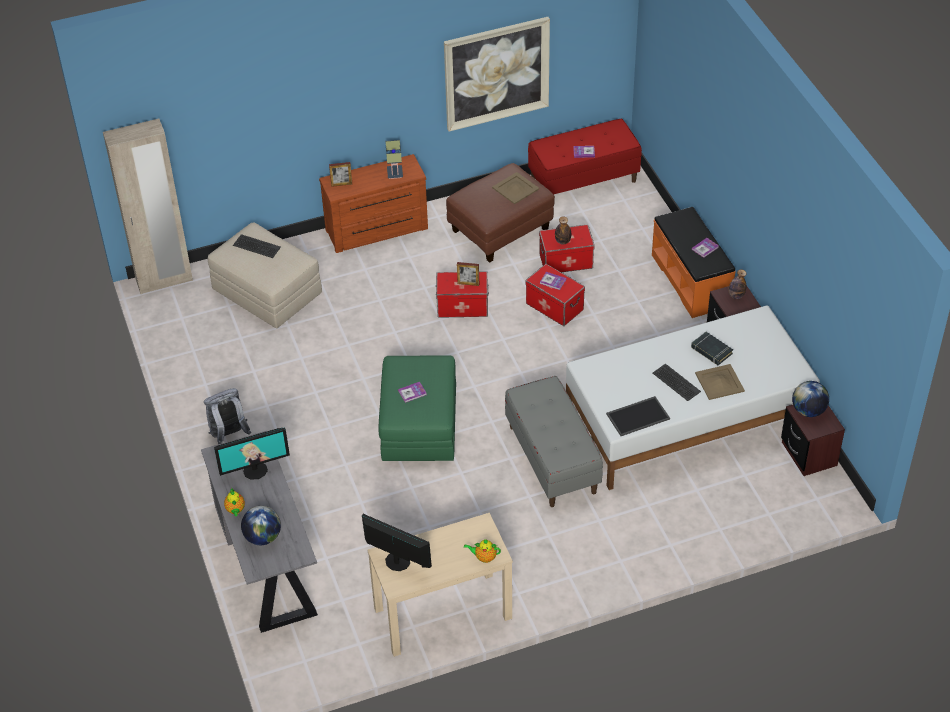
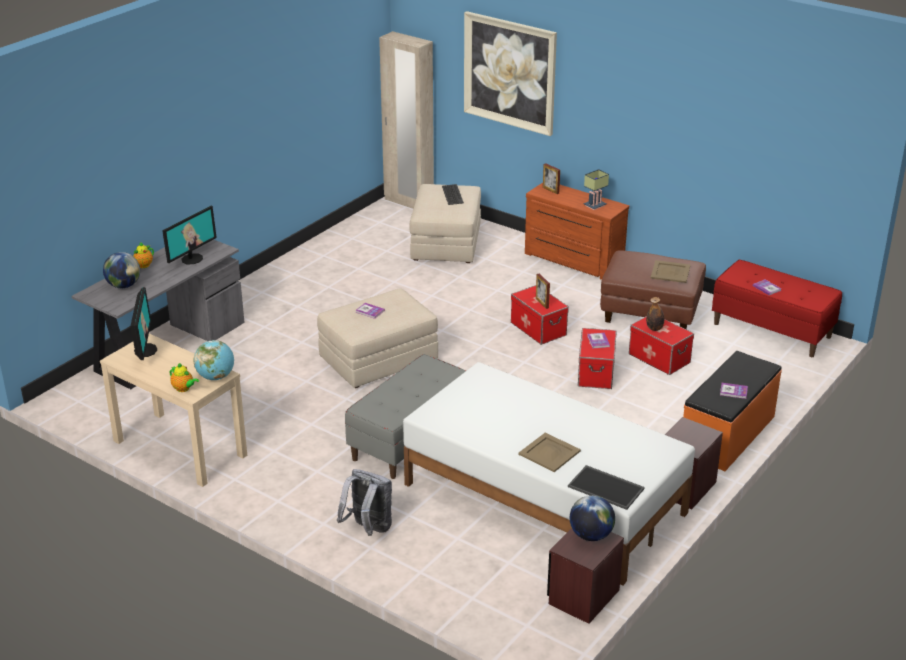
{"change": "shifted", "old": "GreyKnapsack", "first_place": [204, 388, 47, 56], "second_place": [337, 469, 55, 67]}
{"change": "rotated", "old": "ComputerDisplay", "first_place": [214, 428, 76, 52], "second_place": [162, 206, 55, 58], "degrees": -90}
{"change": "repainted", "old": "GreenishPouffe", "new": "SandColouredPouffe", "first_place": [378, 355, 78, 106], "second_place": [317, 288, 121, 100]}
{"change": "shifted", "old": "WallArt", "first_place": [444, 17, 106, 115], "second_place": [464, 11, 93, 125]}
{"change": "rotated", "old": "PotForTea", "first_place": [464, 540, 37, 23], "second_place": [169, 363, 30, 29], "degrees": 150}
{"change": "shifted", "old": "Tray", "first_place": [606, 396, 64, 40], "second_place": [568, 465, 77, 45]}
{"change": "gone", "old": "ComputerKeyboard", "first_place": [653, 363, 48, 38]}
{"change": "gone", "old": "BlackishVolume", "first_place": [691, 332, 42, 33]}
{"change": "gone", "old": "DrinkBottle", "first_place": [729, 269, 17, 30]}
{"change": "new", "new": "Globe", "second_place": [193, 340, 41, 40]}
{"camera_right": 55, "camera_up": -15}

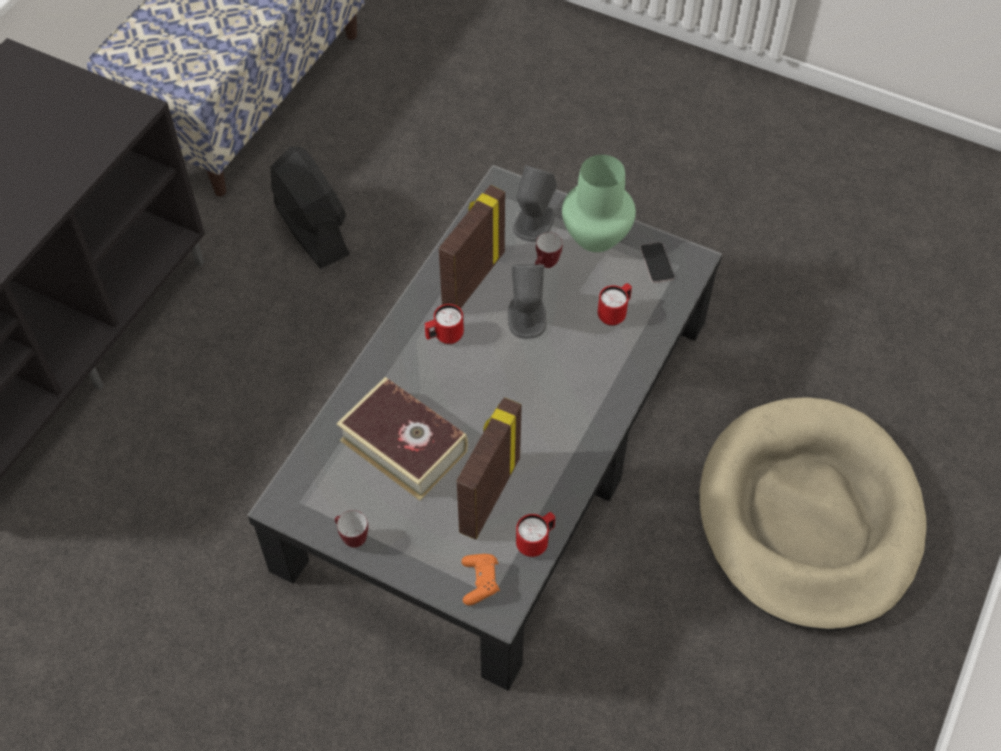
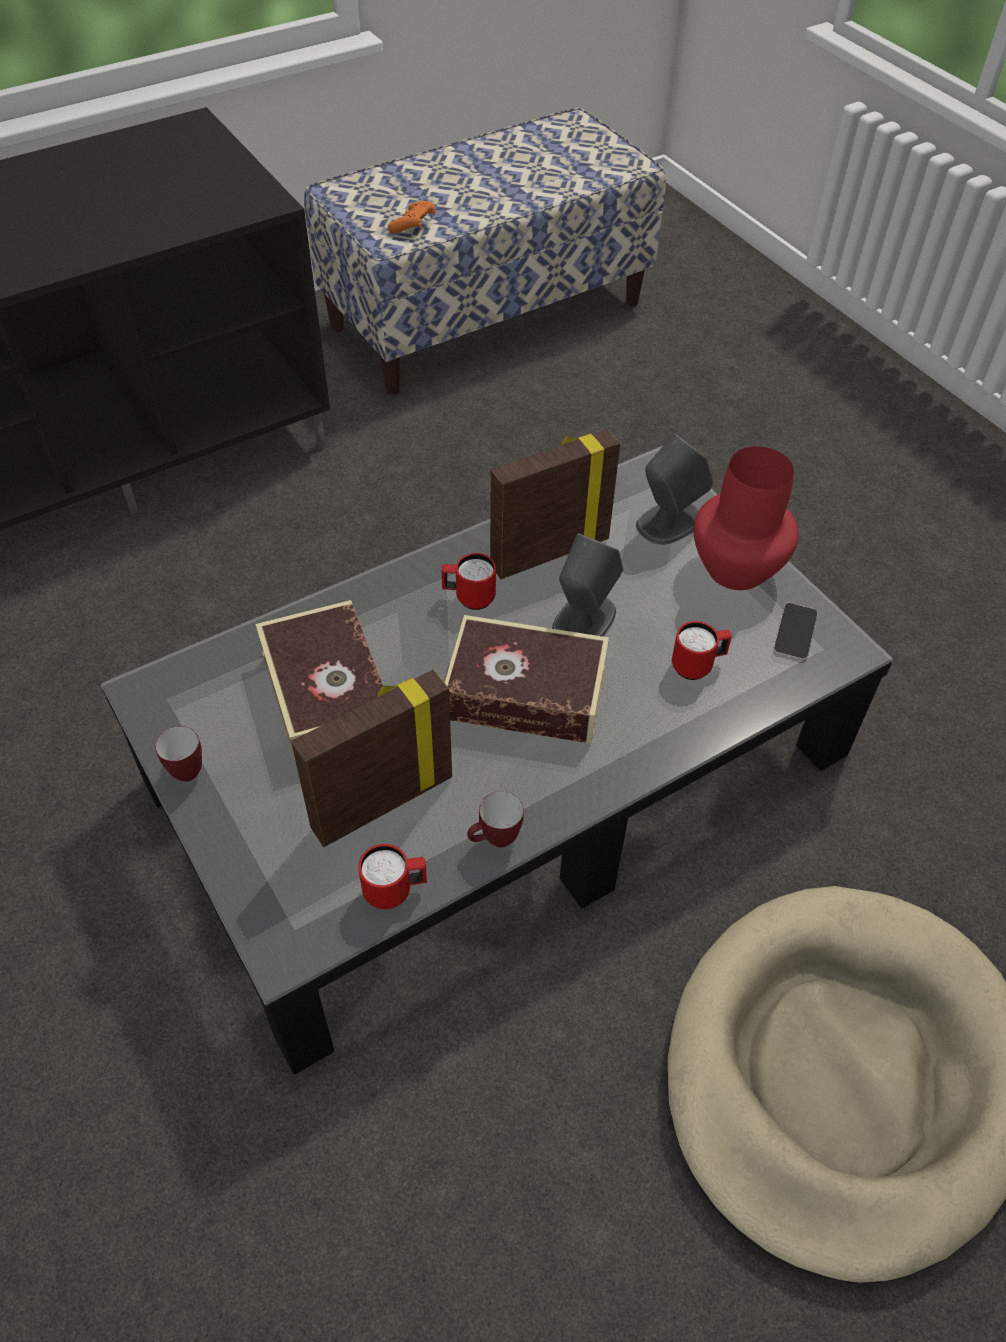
{"change": "gone", "old": "BlackishCoolingFan", "first_place": [270, 147, 80, 121]}
{"change": "shifted", "old": "OrangeGameController", "first_place": [461, 554, 39, 52], "second_place": [388, 201, 48, 33]}
{"change": "shifted", "old": "CoffeeMug", "first_place": [535, 232, 27, 36], "second_place": [467, 791, 57, 56]}
{"change": "repainted", "old": "GreenishFlowerVase", "new": "RedFlowerVase", "first_place": [562, 155, 74, 97], "second_place": [693, 447, 106, 143]}
{"change": "new", "new": "Volume", "second_place": [445, 615, 164, 129]}
{"camera_right": 30, "camera_up": -5}

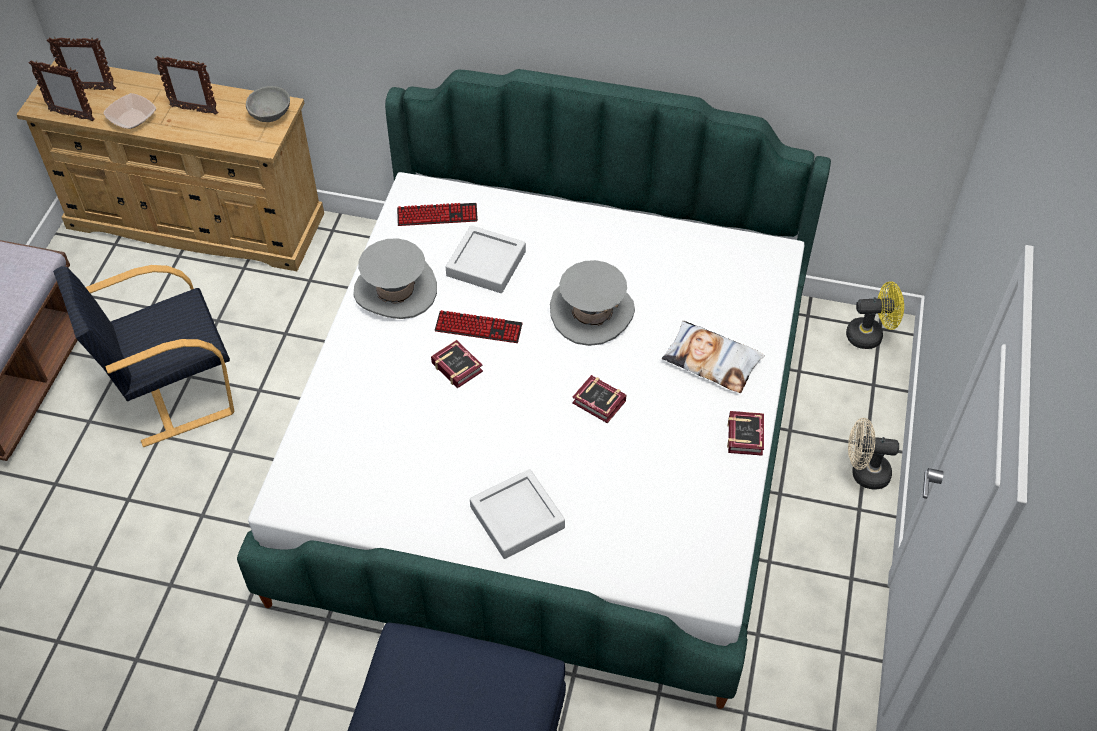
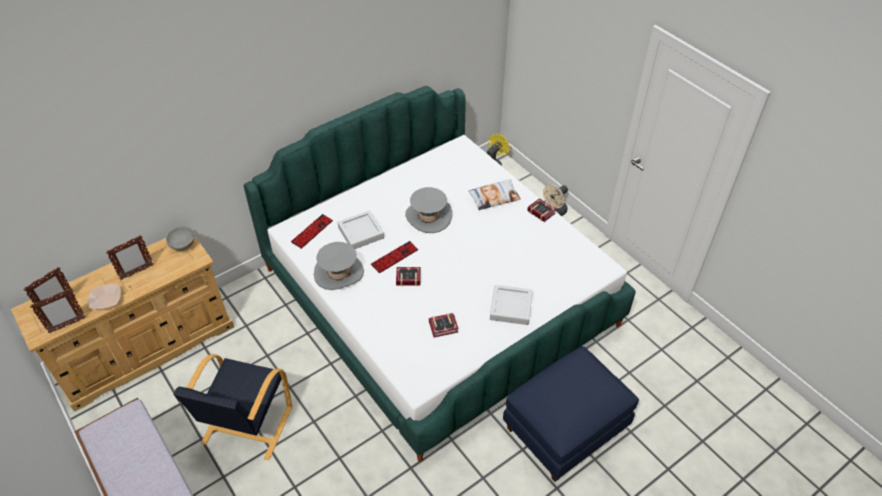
{"change": "shifted", "old": "Volume", "first_place": [572, 375, 54, 48], "second_place": [429, 313, 30, 25]}
{"camera_right": -50, "camera_up": -5}

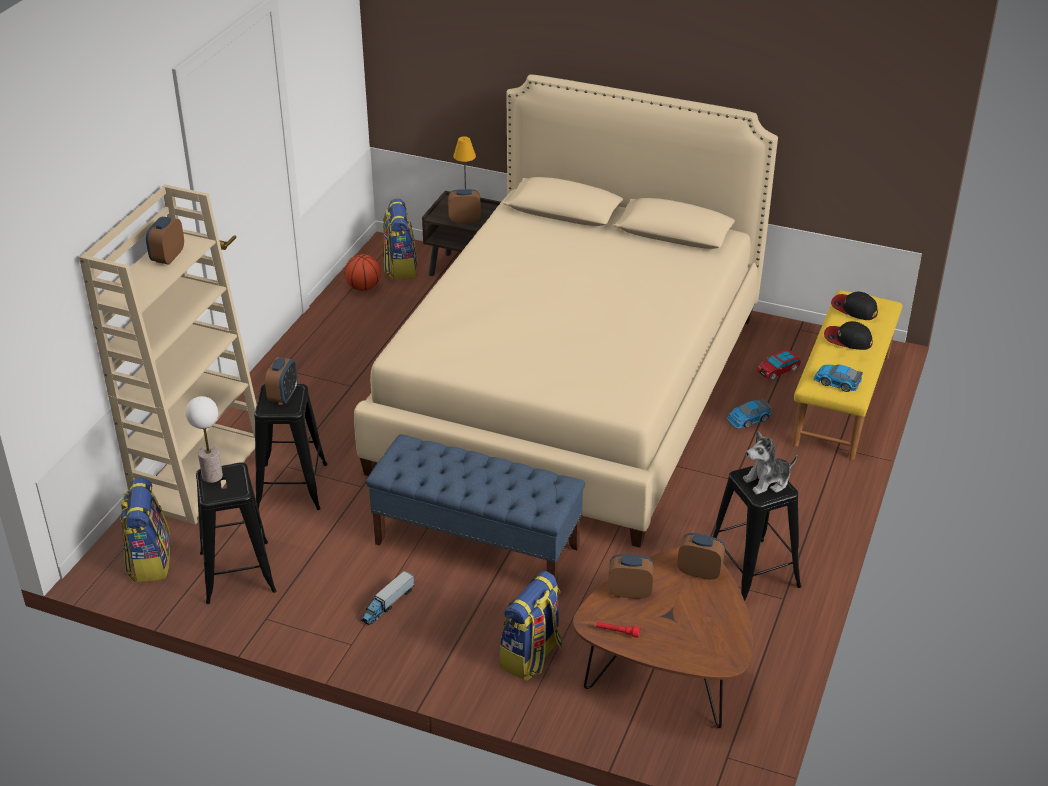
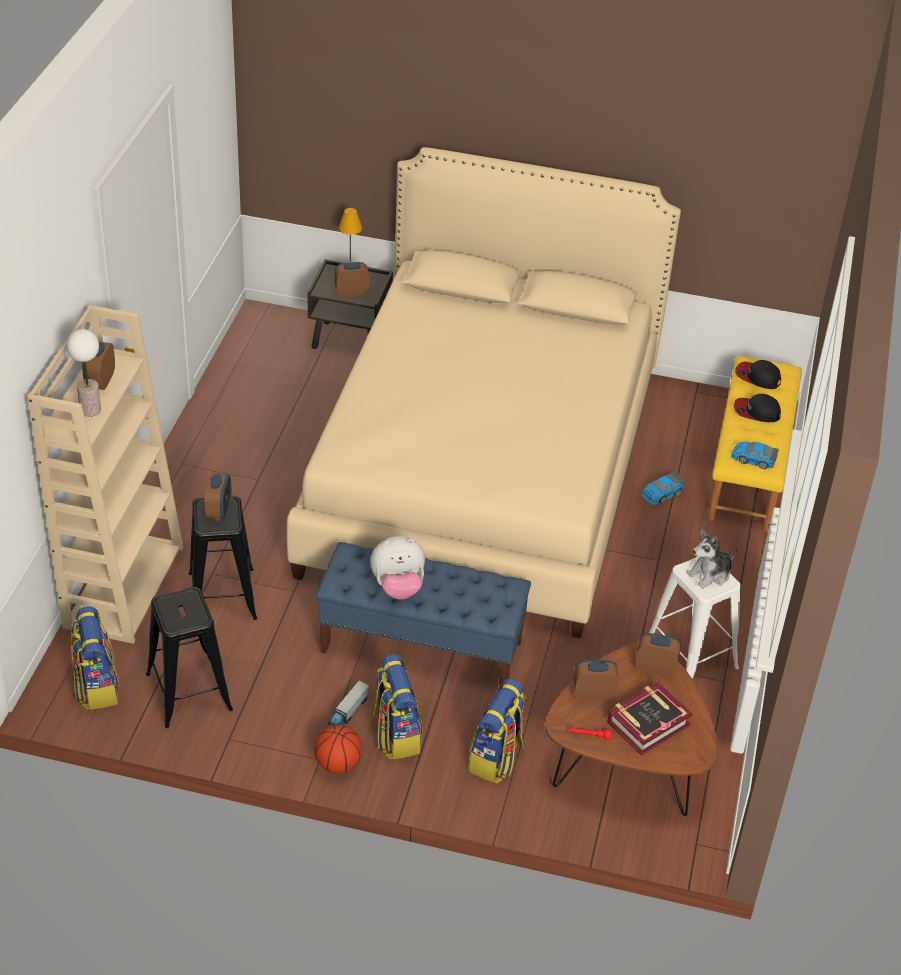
{"change": "shifted", "old": "TableLamp", "first_place": [186, 396, 37, 87], "second_place": [66, 329, 35, 88]}
{"change": "shifted", "old": "Basketball", "first_place": [344, 254, 37, 37], "second_place": [315, 725, 47, 49]}
{"change": "shifted", "old": "Knapsack", "first_place": [383, 198, 35, 82], "second_place": [370, 654, 53, 106]}
{"change": "repainted", "old": "BlackishStoolSeat", "new": "WhiteColouredStoolSeat", "first_place": [713, 466, 88, 135], "second_place": [649, 557, 92, 122]}
{"change": "gone", "old": "MiniatureCar", "first_place": [757, 349, 44, 31]}
{"change": "new", "new": "PlushToy", "second_place": [370, 536, 55, 64]}
{"change": "new", "new": "Volume", "second_place": [607, 682, 86, 73]}
{"camera_right": -10, "camera_up": 5}

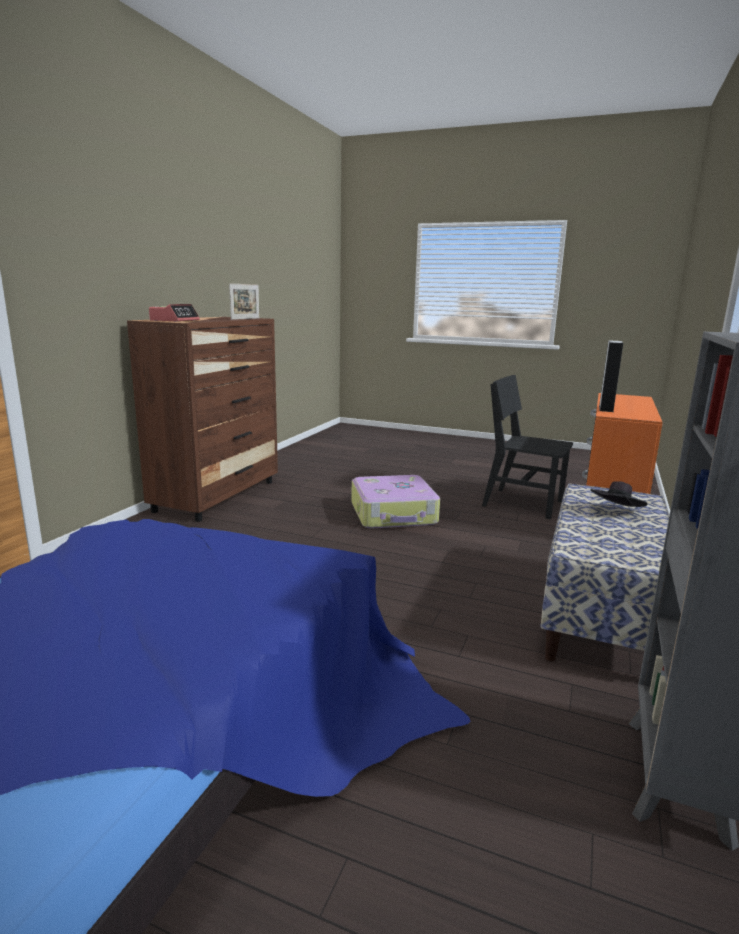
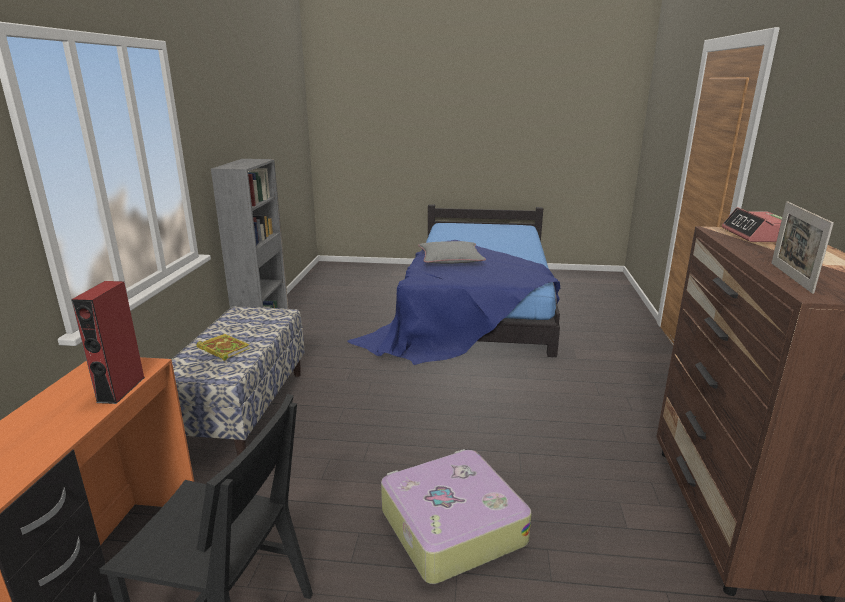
{"change": "swapped", "old": "BlackishClothingHat", "new": "Volume", "first_place": [590, 481, 58, 26], "second_place": [196, 334, 54, 27]}
{"change": "repainted", "old": "GreySpeaker", "new": "RedSpeaker", "first_place": [599, 340, 24, 72], "second_place": [71, 281, 74, 123]}
{"change": "new", "new": "GreyThrowPillow", "second_place": [418, 241, 68, 23]}
{"camera_right": 165, "camera_up": 5}

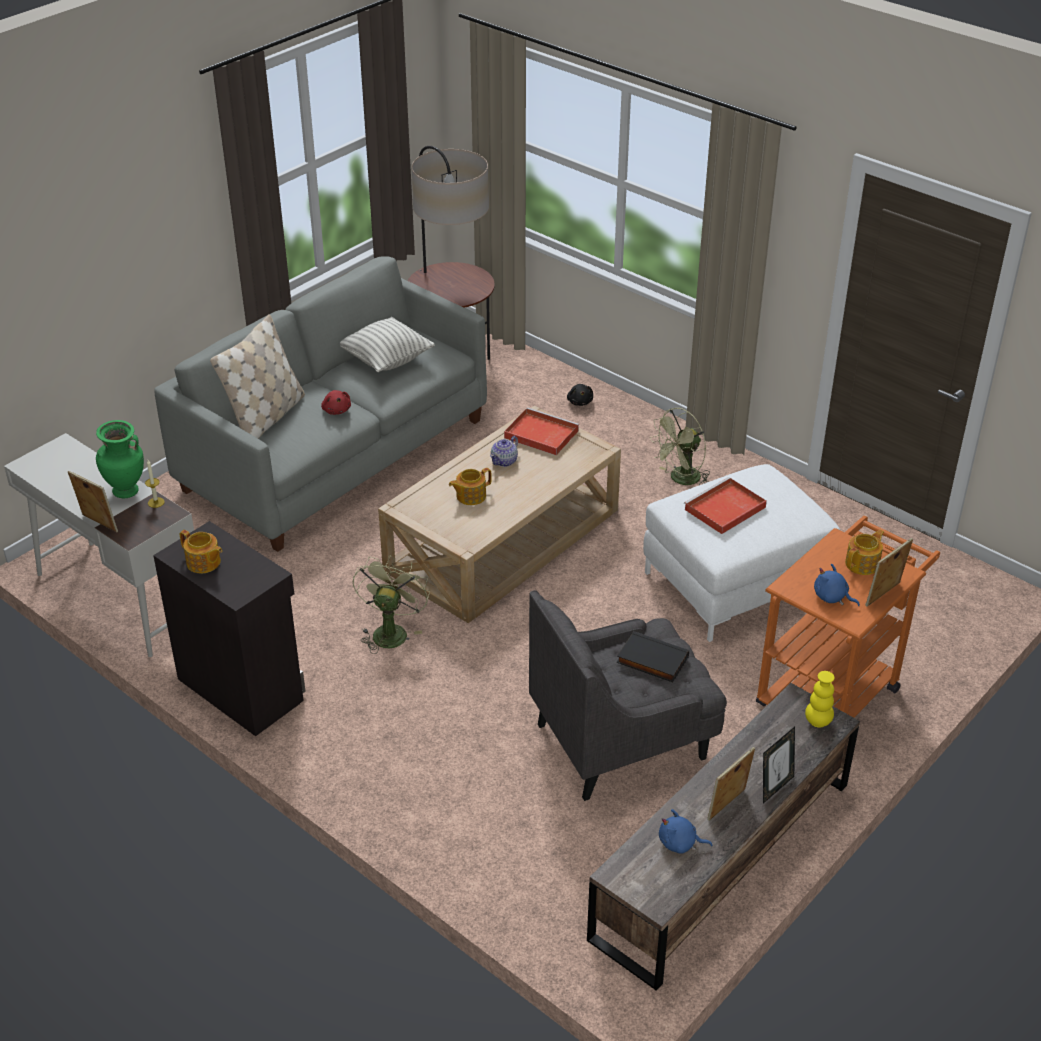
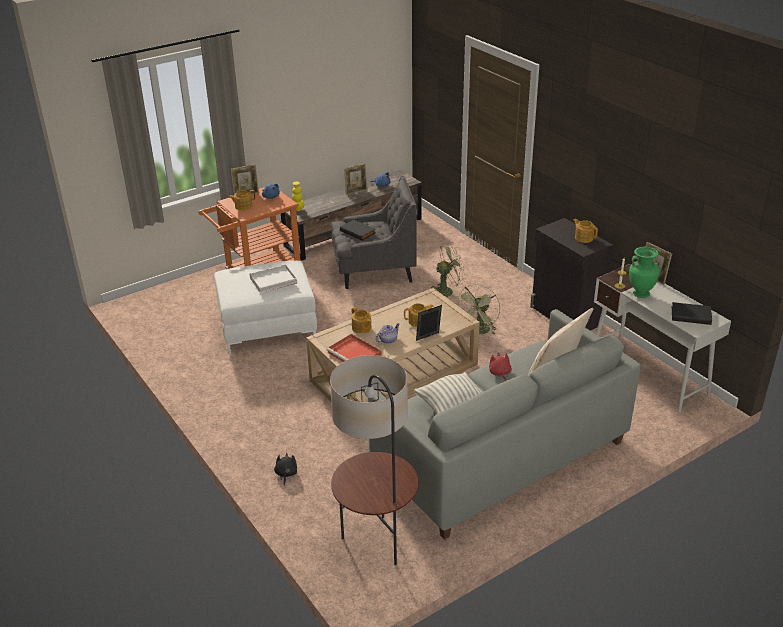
{"change": "shifted", "old": "GreenishCoolingFan", "first_place": [650, 408, 60, 77], "second_place": [431, 244, 35, 55]}
{"change": "repainted", "old": "RedTray", "new": "WhiteColouredTray", "first_place": [684, 477, 83, 57], "second_place": [250, 264, 47, 29]}
{"change": "shifted", "old": "PhotoFrame", "first_place": [763, 727, 32, 77], "second_place": [416, 305, 26, 36]}
{"change": "new", "new": "PotForTea", "second_place": [352, 307, 20, 27]}
{"change": "new", "new": "BlackishVolume", "second_place": [672, 302, 40, 23]}
{"camera_right": -165, "camera_up": -5}

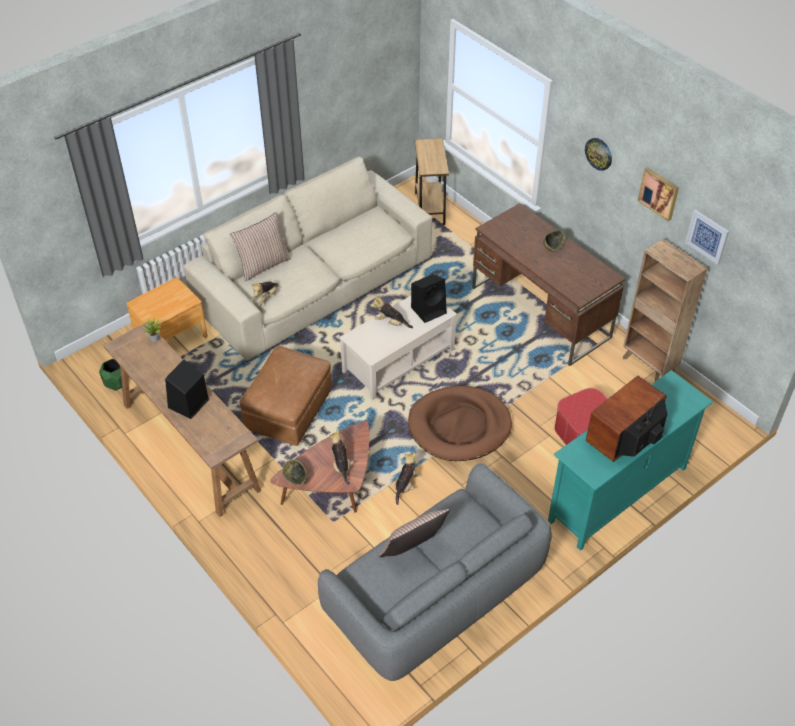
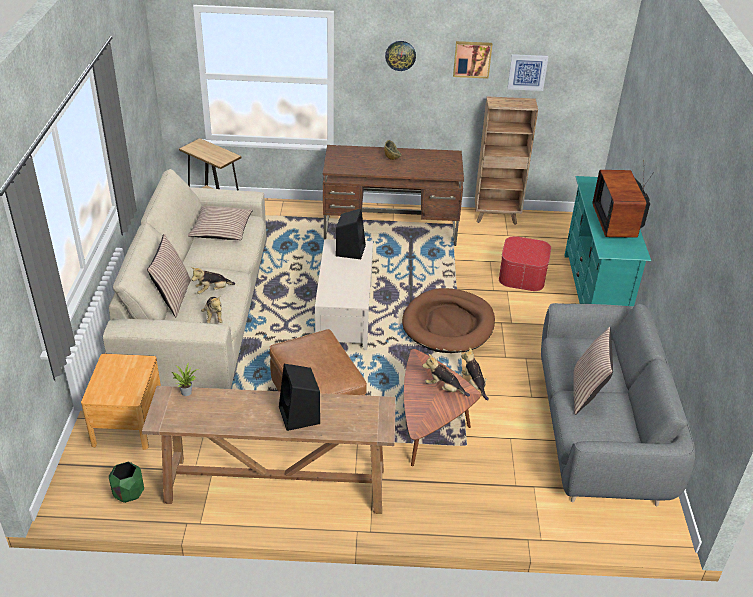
{"change": "gone", "old": "ServingBowl", "first_place": [282, 459, 25, 27]}
{"change": "shifted", "old": "PlushToy", "first_place": [370, 295, 43, 33], "second_place": [191, 267, 44, 27]}
{"change": "new", "new": "ThrowPillow", "second_place": [188, 206, 65, 34]}
{"camera_right": -50, "camera_up": -10}

